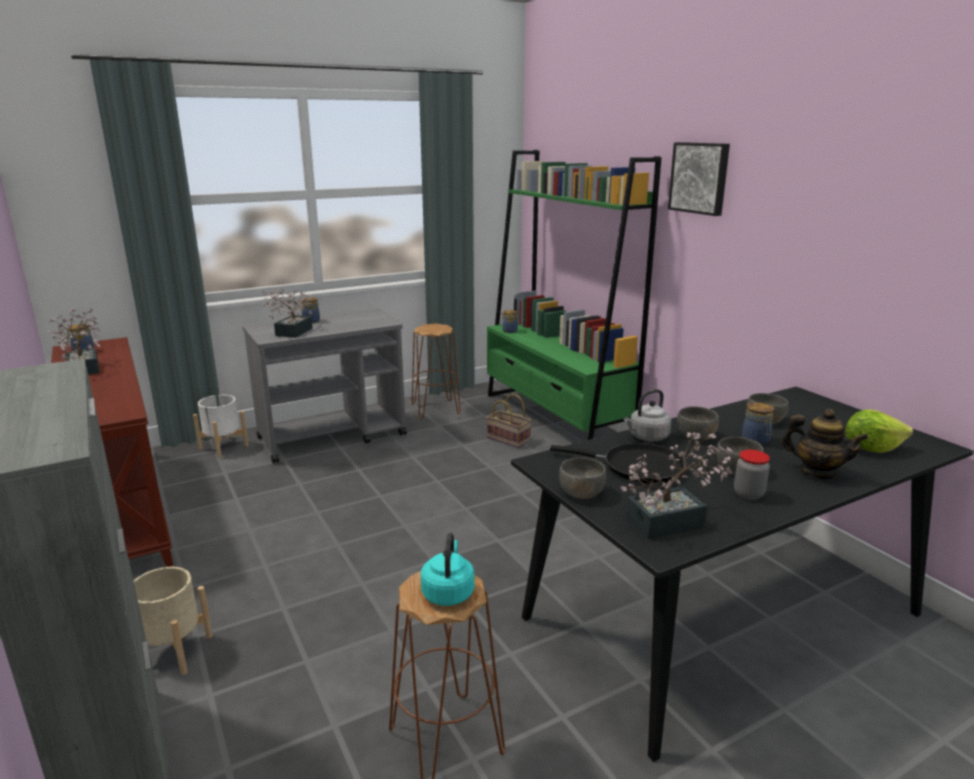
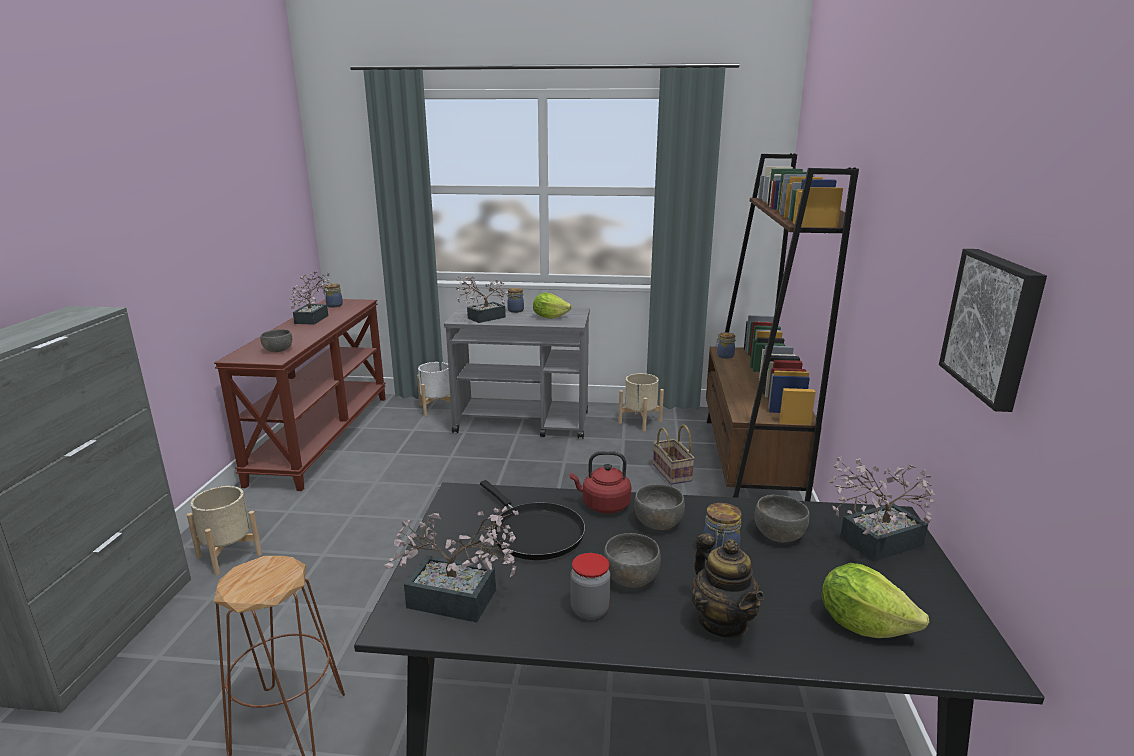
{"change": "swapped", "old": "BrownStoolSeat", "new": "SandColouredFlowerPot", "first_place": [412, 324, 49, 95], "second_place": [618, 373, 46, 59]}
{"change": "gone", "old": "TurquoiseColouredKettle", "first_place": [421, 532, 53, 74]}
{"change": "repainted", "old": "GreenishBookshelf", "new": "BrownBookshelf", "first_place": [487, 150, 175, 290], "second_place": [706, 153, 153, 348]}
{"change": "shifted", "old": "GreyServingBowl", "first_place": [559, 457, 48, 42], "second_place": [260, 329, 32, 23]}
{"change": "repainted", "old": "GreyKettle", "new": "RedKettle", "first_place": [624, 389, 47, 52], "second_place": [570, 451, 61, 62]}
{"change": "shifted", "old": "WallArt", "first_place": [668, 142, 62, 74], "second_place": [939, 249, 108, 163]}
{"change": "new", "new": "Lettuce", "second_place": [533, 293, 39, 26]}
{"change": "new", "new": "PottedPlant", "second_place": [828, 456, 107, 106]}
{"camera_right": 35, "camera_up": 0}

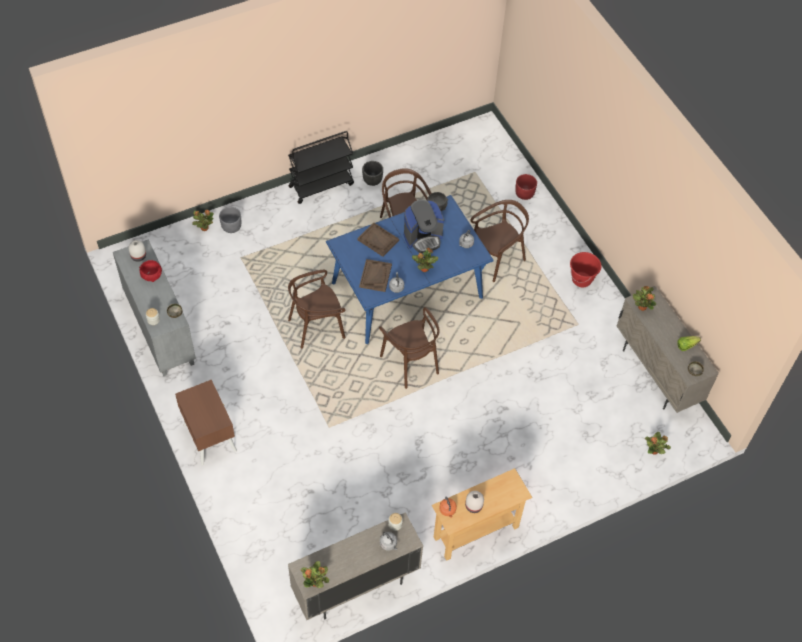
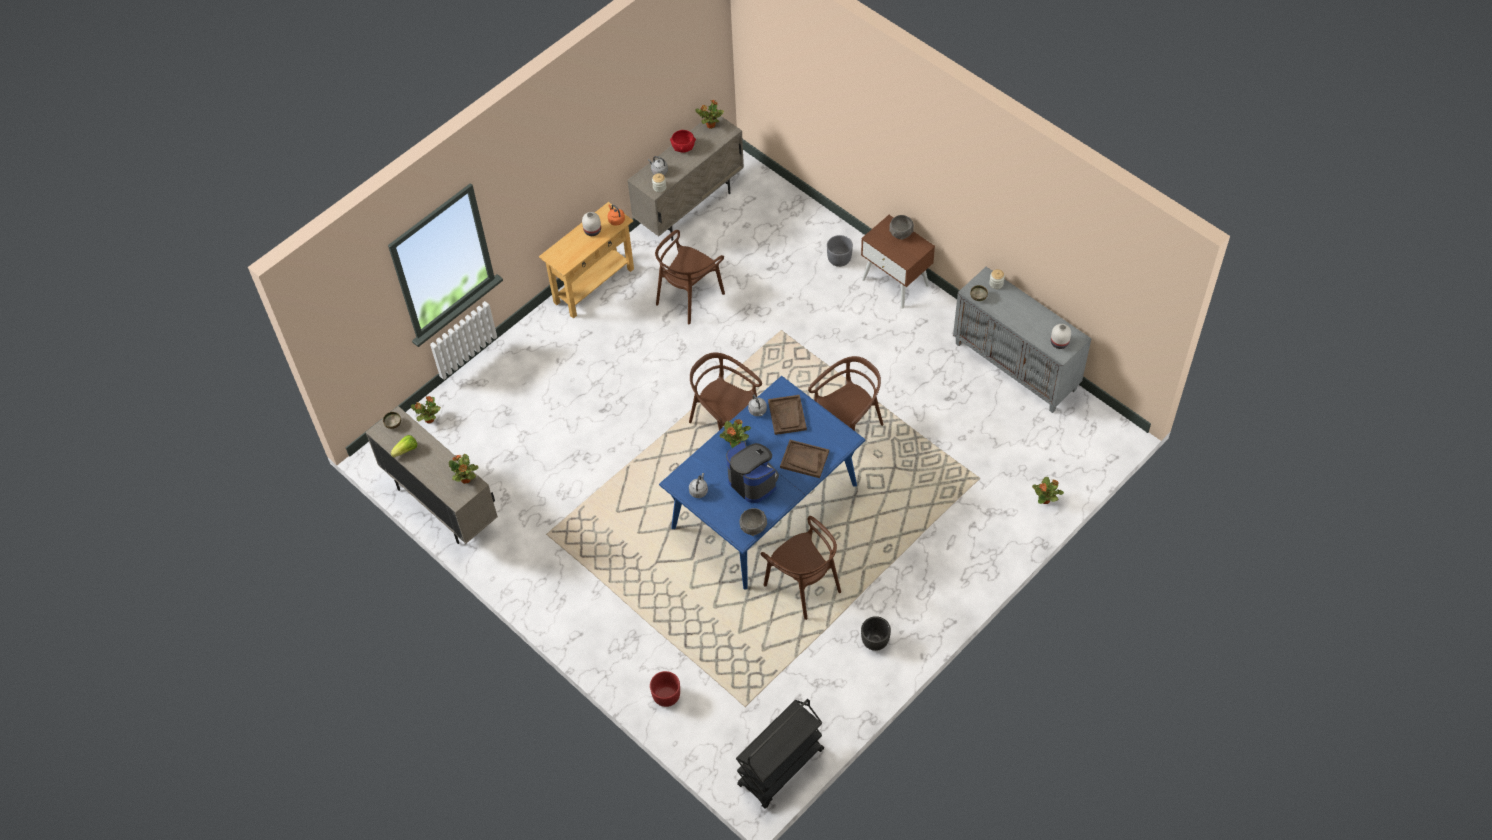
{"change": "shifted", "old": "RedServingBowl", "first_place": [139, 260, 23, 22], "second_place": [670, 130, 26, 22]}
{"change": "shifted", "old": "GreyFlowerPot", "first_place": [219, 207, 22, 26], "second_place": [827, 235, 26, 32]}
{"change": "shifted", "old": "BlackishCart", "first_place": [288, 131, 66, 73], "second_place": [736, 699, 88, 110]}
{"change": "rotated", "old": "CoffeeMaker", "first_place": [404, 200, 40, 53], "second_place": [726, 441, 53, 62], "degrees": 90}
{"change": "shifted", "old": "BrownChair", "first_place": [470, 200, 59, 82], "second_place": [655, 230, 70, 94]}
{"change": "gone", "old": "RedWaterBucket", "first_place": [570, 252, 32, 35]}
{"change": "new", "new": "GreyServingBowl", "second_place": [889, 215, 25, 25]}
{"camera_right": 165, "camera_up": 0}

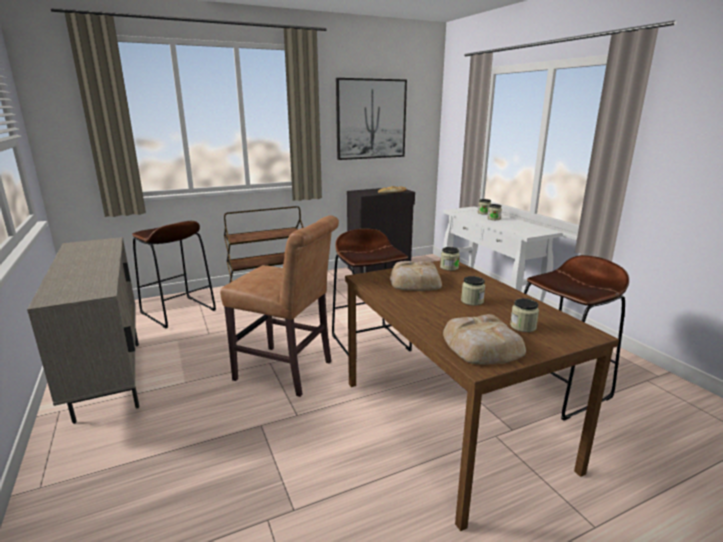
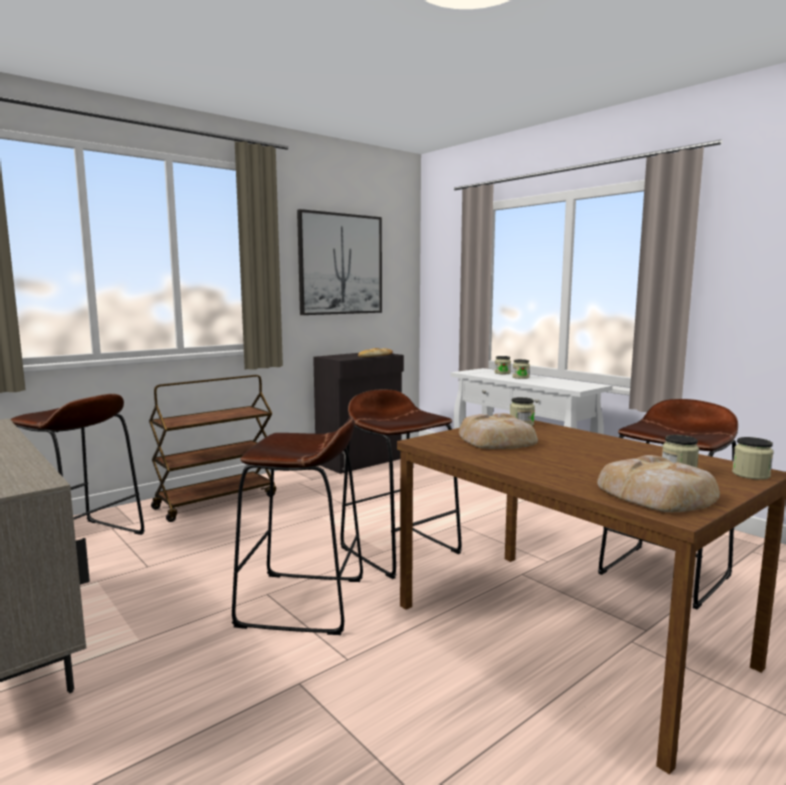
{"change": "swapped", "old": "BrownChair", "new": "BrownStoolSeat", "first_place": [220, 215, 119, 182], "second_place": [232, 416, 131, 219]}
{"change": "shifted", "old": "PreserveJar", "first_place": [461, 276, 24, 30], "second_place": [732, 437, 42, 43]}
{"camera_right": -15, "camera_up": -10}

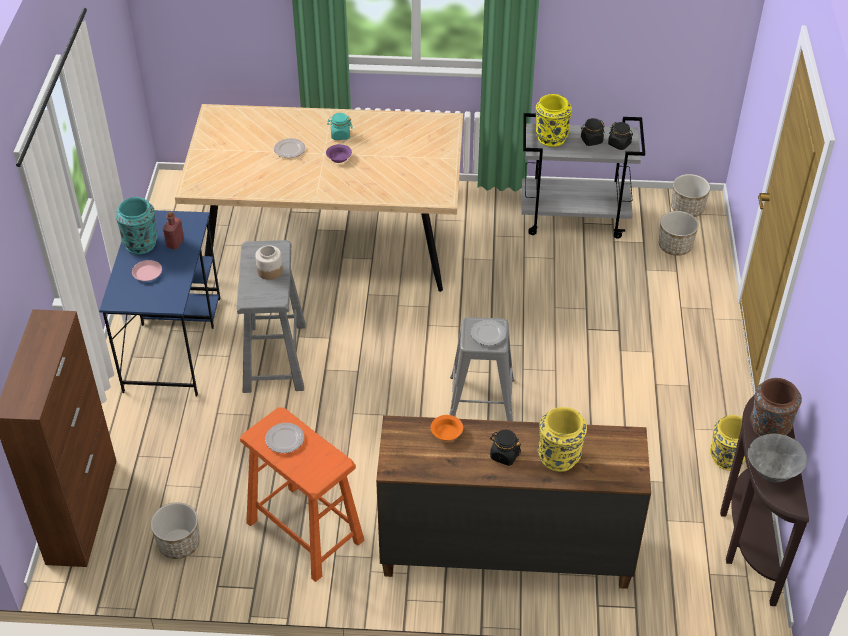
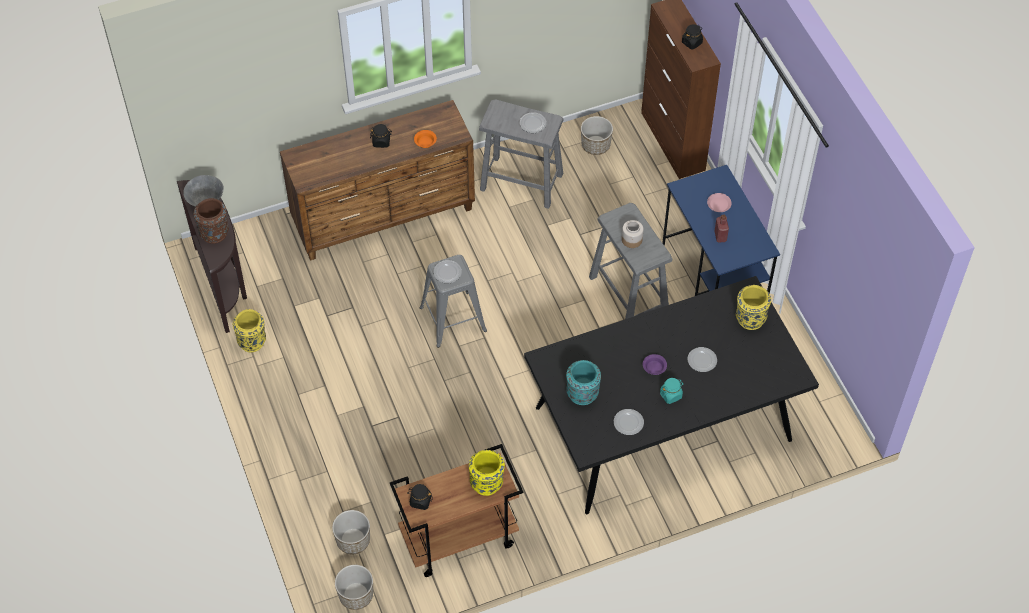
{"change": "shifted", "old": "TurquoiseColouredFlowerVase", "first_place": [115, 197, 43, 58], "second_place": [566, 360, 35, 45]}
{"change": "repainted", "old": "SandColouredDiningTable", "new": "BlackishDiningTable", "first_place": [175, 104, 288, 188], "second_place": [524, 276, 295, 238]}
{"change": "repainted", "old": "OrangeStoolSeat", "new": "GreyStoolSeat", "first_place": [240, 407, 124, 175], "second_place": [479, 99, 84, 110]}
{"change": "repainted", "old": "GreyCart", "new": "BrownCart", "first_place": [522, 113, 123, 126], "second_place": [390, 444, 133, 133]}
{"change": "shifted", "old": "YellowColouredFlowerVase", "first_place": [538, 407, 49, 65], "second_place": [736, 285, 35, 45]}
{"change": "shifted", "old": "BlackishPreserveJar", "first_place": [581, 118, 24, 28], "second_place": [682, 24, 21, 26]}
{"change": "new", "new": "DinnerPlate", "second_place": [614, 409, 30, 26]}
{"camera_right": 155, "camera_up": 10}

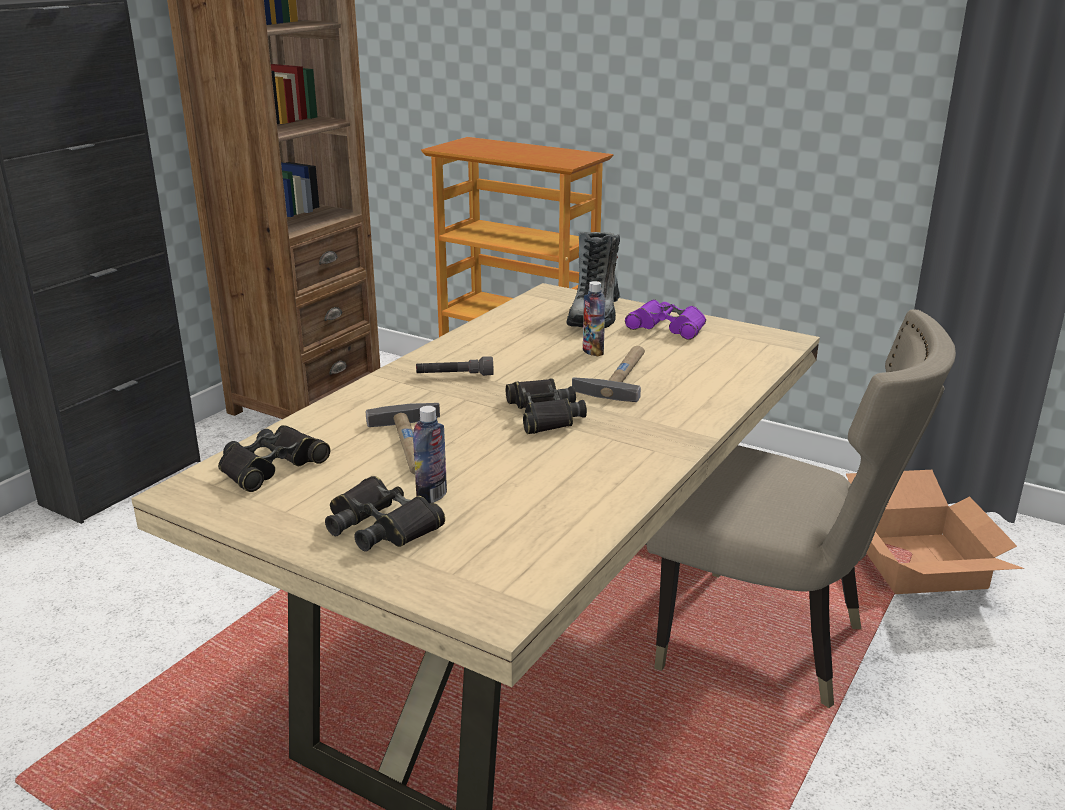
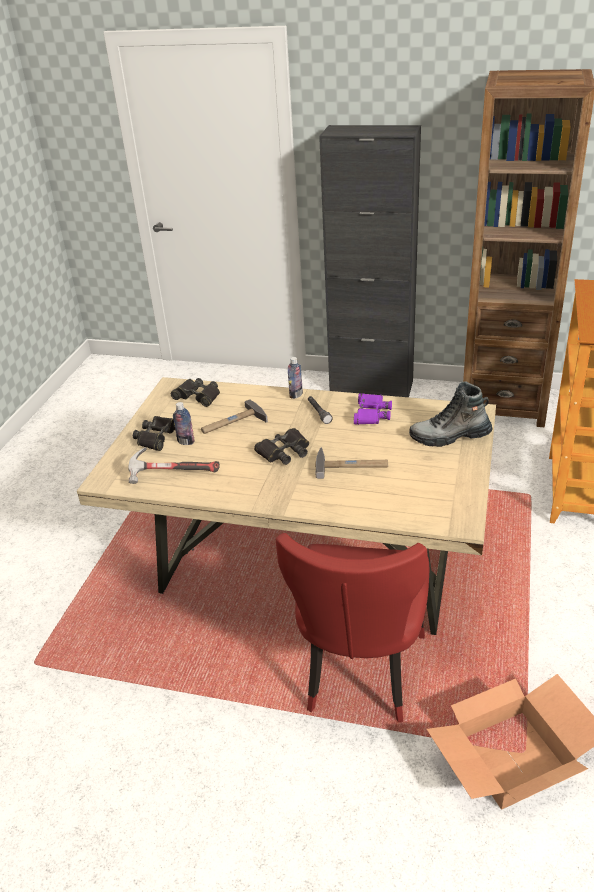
{"change": "shifted", "old": "DrinkBottle", "first_place": [583, 281, 22, 76], "second_place": [288, 357, 15, 42]}
{"change": "shifted", "old": "PurpleColouredPairOfBinoculars", "first_place": [625, 299, 81, 41], "second_place": [354, 393, 38, 32]}
{"change": "repainted", "old": "SandColouredChair", "new": "RedChair", "first_place": [646, 310, 310, 398], "second_place": [275, 533, 154, 190]}
{"change": "new", "new": "ToolHammer", "second_place": [128, 447, 92, 37]}
{"camera_right": 75, "camera_up": 10}

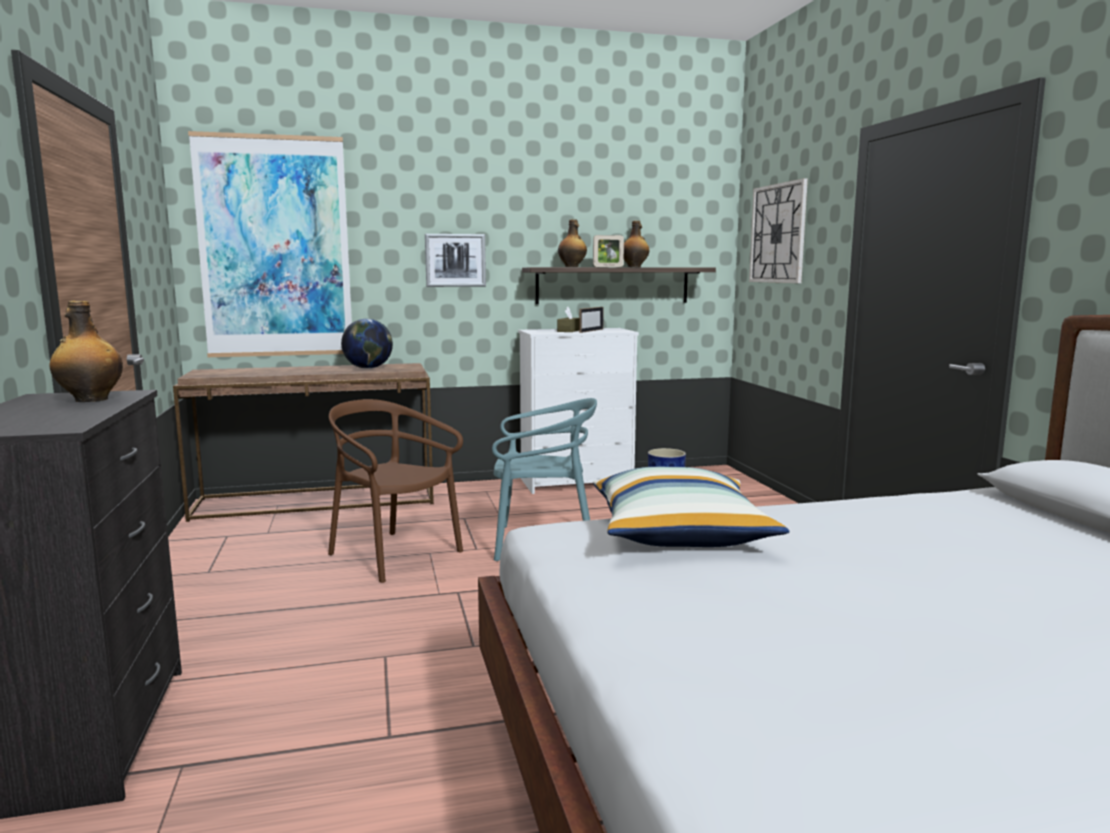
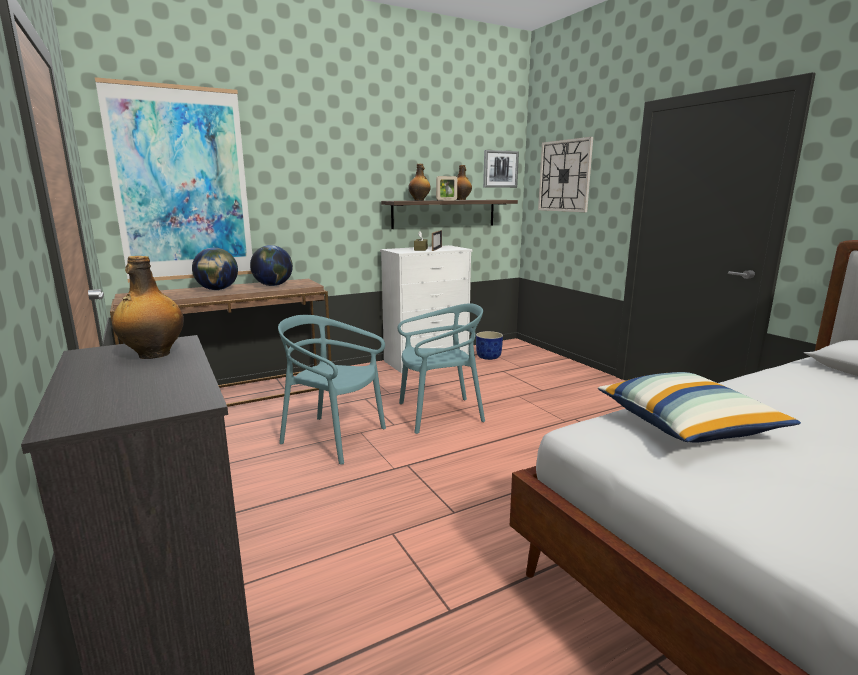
{"change": "repainted", "old": "BrownChair", "new": "TurquoiseColouredChair", "first_place": [328, 399, 135, 184], "second_place": [278, 315, 108, 150]}
{"change": "shifted", "old": "WallArt", "first_place": [425, 234, 61, 53], "second_place": [483, 150, 36, 38]}
{"change": "new", "new": "Globe", "second_place": [192, 248, 46, 42]}
{"camera_right": -15, "camera_up": 5}

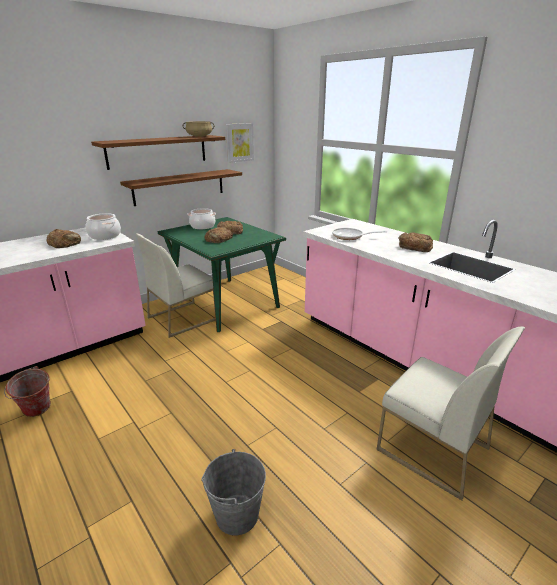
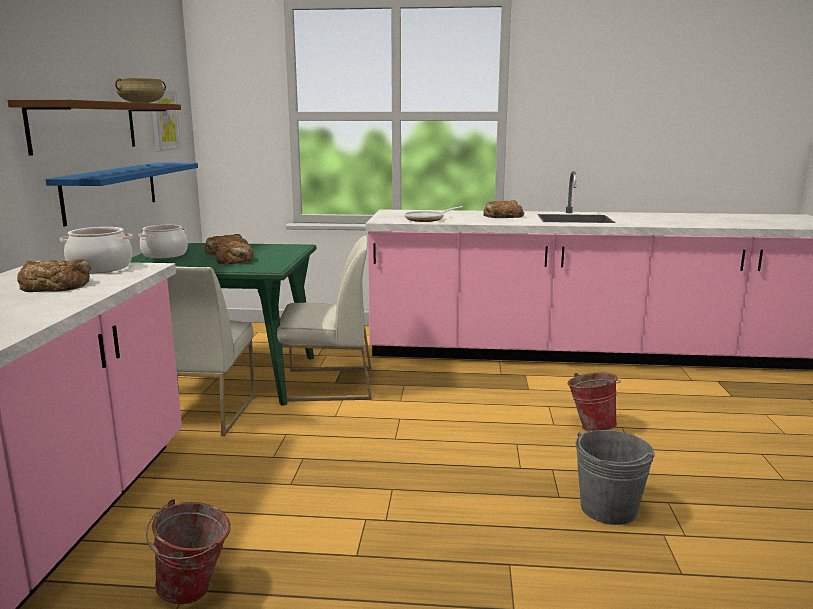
{"change": "repainted", "old": "BrownWallShelf", "new": "BluishWallShelf", "first_place": [120, 169, 122, 37], "second_place": [45, 163, 153, 63]}
{"change": "shifted", "old": "WhiteColouredChair", "first_place": [377, 326, 148, 174], "second_place": [277, 235, 95, 167]}
{"change": "new", "new": "WaterBucket", "second_place": [567, 372, 54, 60]}
{"camera_right": -45, "camera_up": -10}

